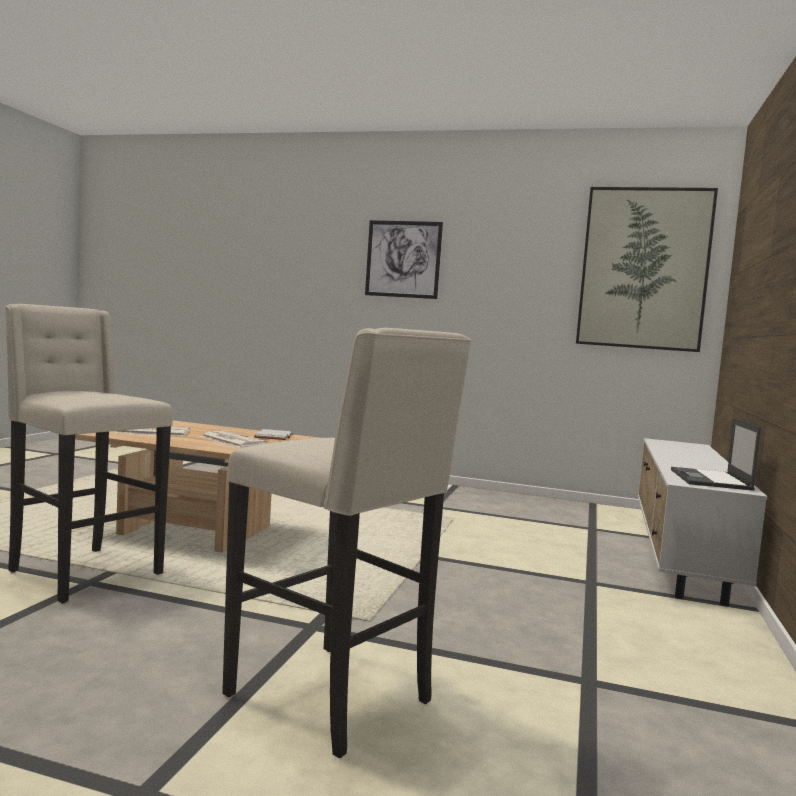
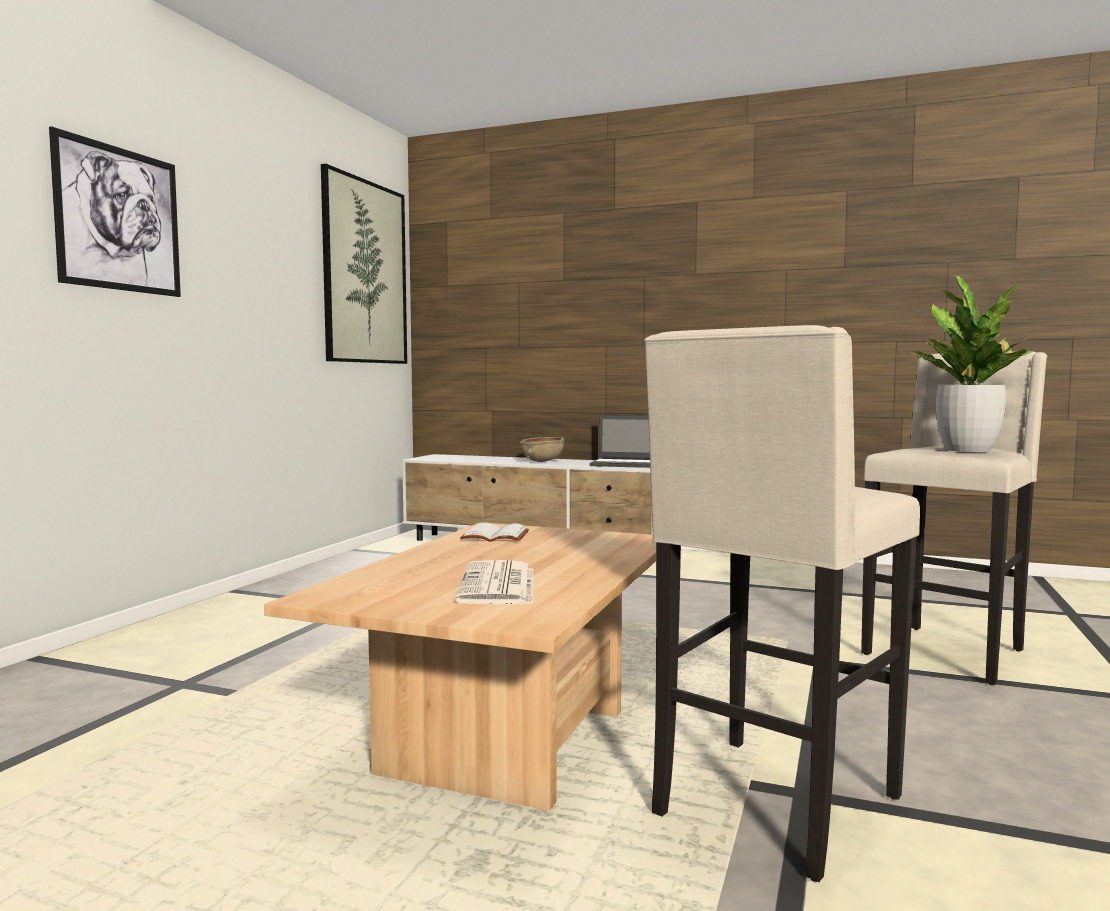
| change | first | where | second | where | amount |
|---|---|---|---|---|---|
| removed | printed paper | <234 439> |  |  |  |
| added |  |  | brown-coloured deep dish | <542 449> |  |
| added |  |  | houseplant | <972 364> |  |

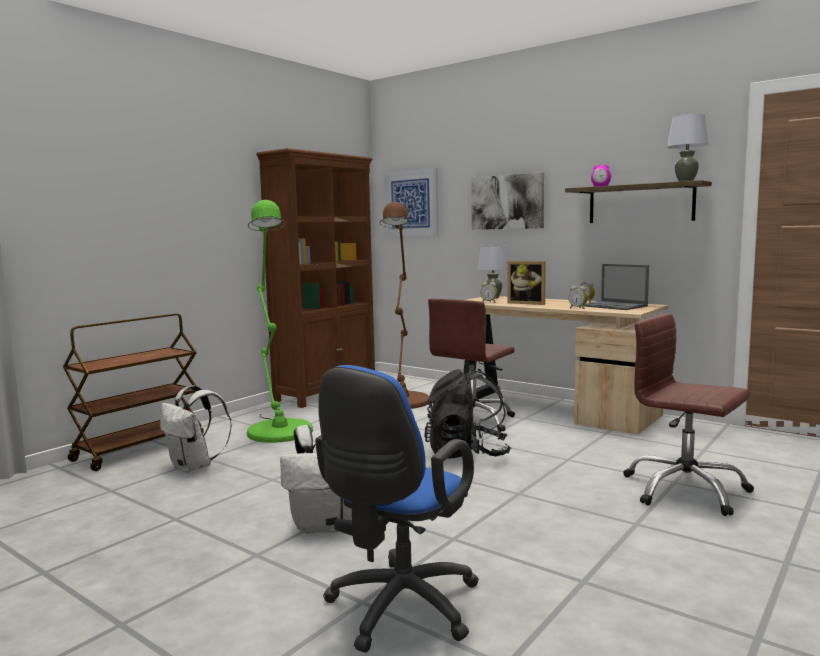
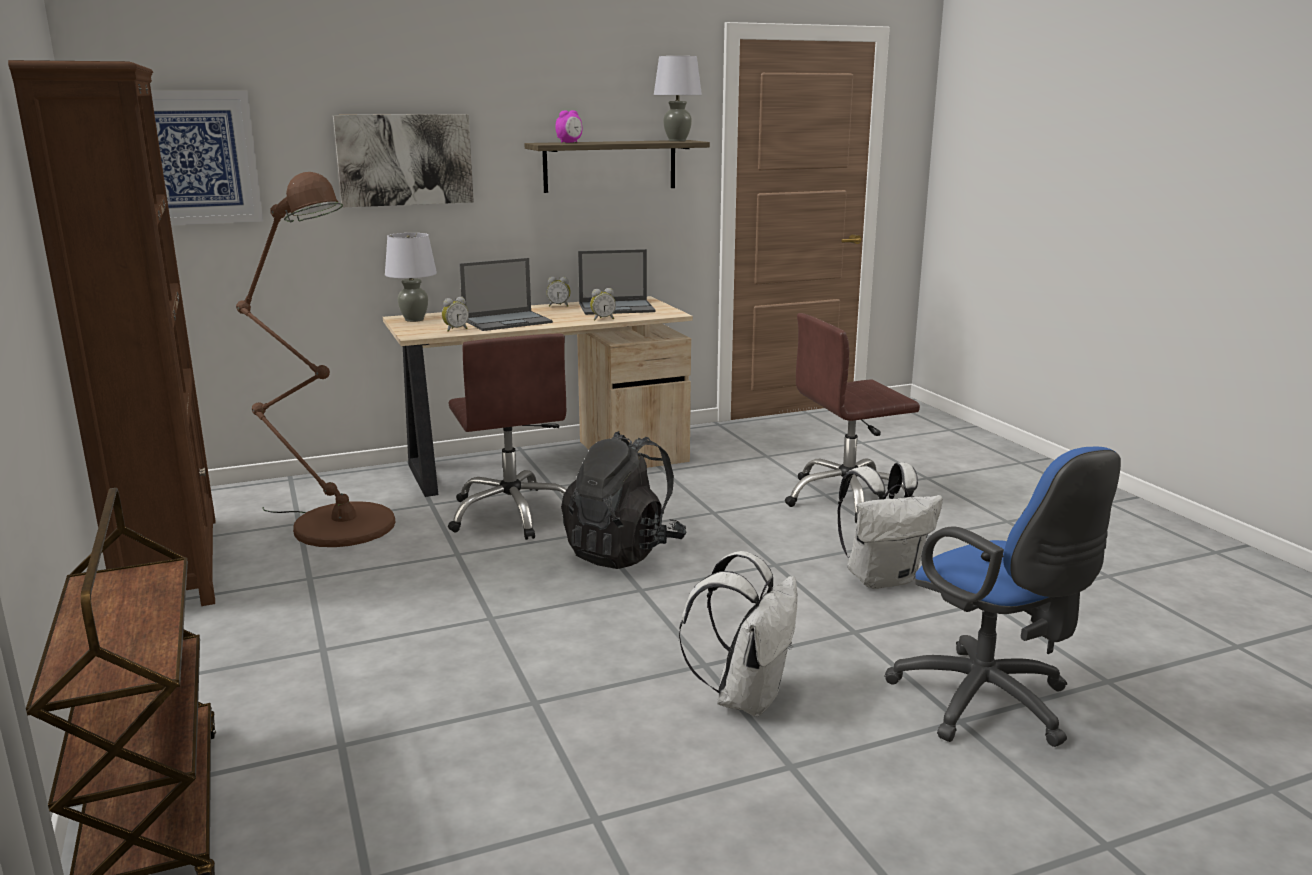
| change | first | where | second | where | amount |
|---|---|---|---|---|---|
| moved | white-coloured backpack | <196 429> |  | <890 525> |  |
| removed | green-coloured floor lamp | <280 321> |  |  |  |
| replaced | picture frame | <527 283> | notebook computer | <506 294> |  |

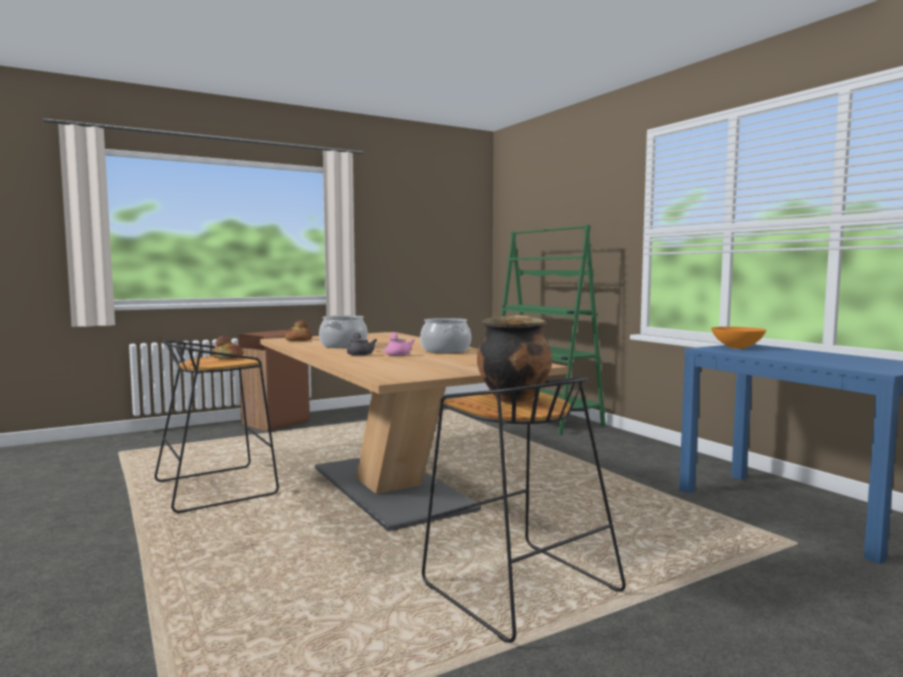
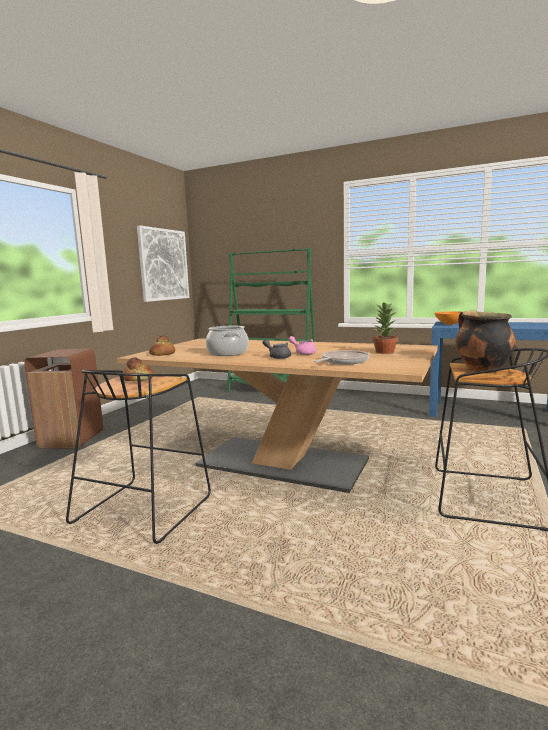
| change | first | where | second | where | amount |
|---|---|---|---|---|---|
| removed | stockpot | <445 335> |  |  |  |
| added |  |  | wall art | <163 263> |  |
| added |  |  | frying pan | <341 357> |  |
| added |  |  | houseplant | <385 328> |  |

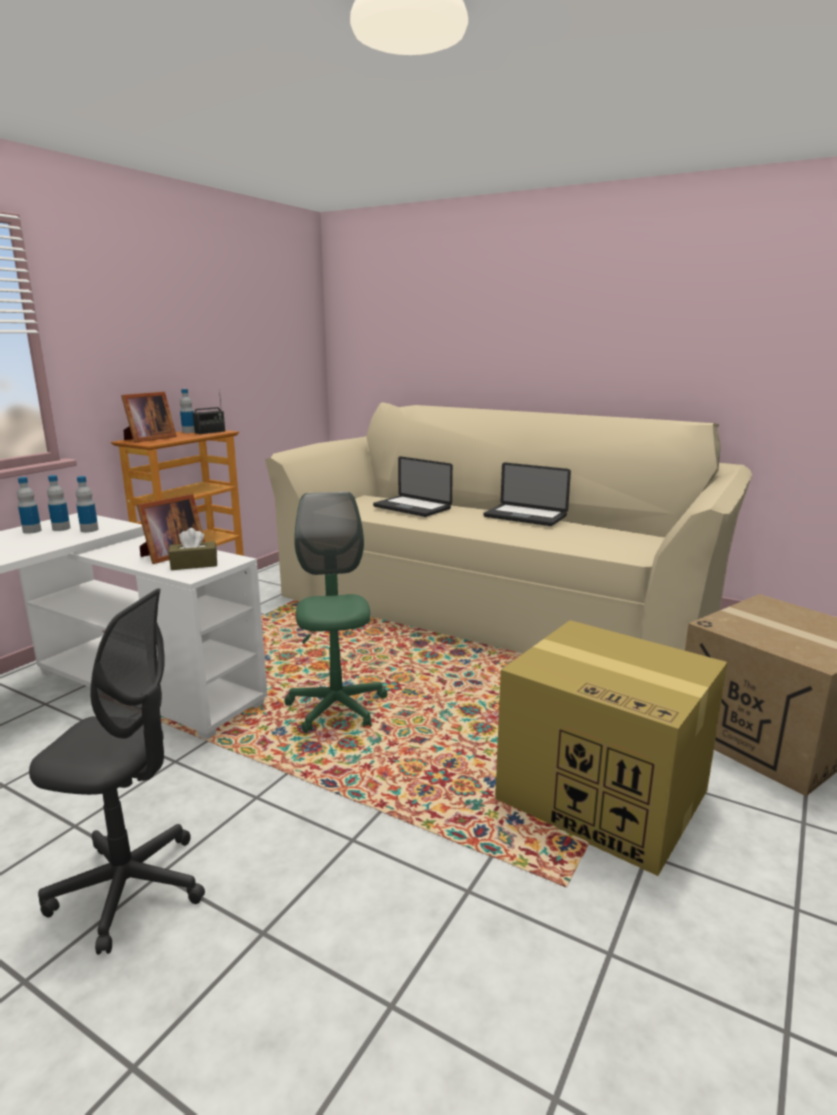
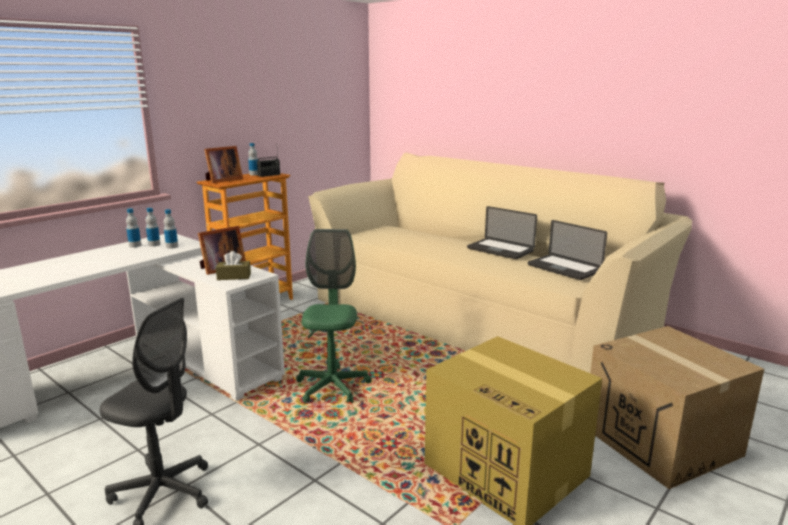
| change | first | where | second | where | amount |
|---|---|---|---|---|---|
| moved | notebook computer | <413 486> |  | <567 250> |  |

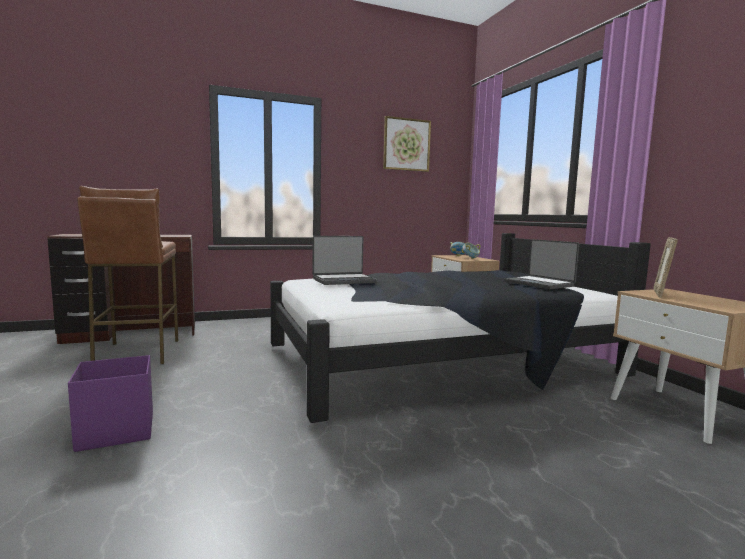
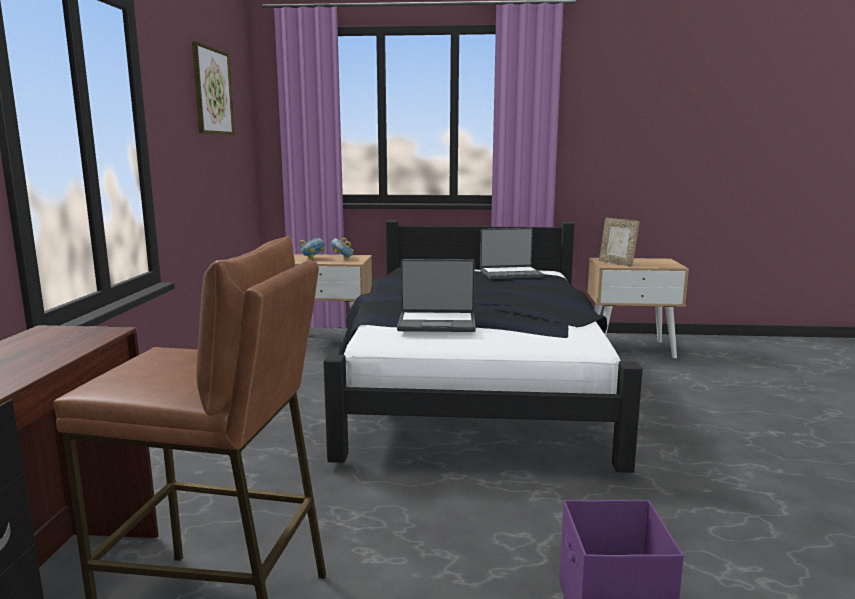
| change | first | where | second | where | amount |
|---|---|---|---|---|---|
| turned | notebook computer | <344 260> |  | <436 295> | 90 degrees clockwise |

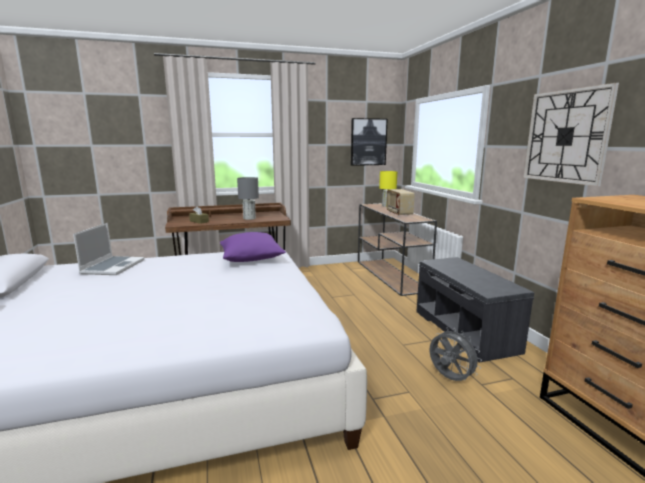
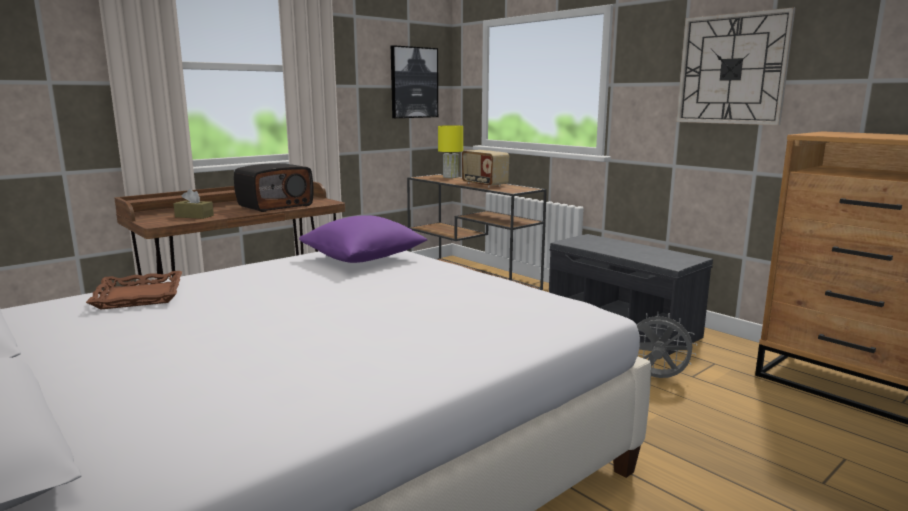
| change | first | where | second | where | amount |
|---|---|---|---|---|---|
| replaced | notebook computer | <109 249> | brown-coloured serving tray | <134 290> |  |
| replaced | grey table lamp | <248 198> | radio | <273 187> |  |

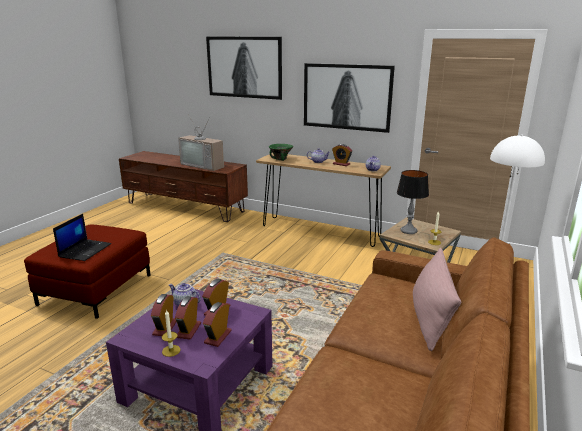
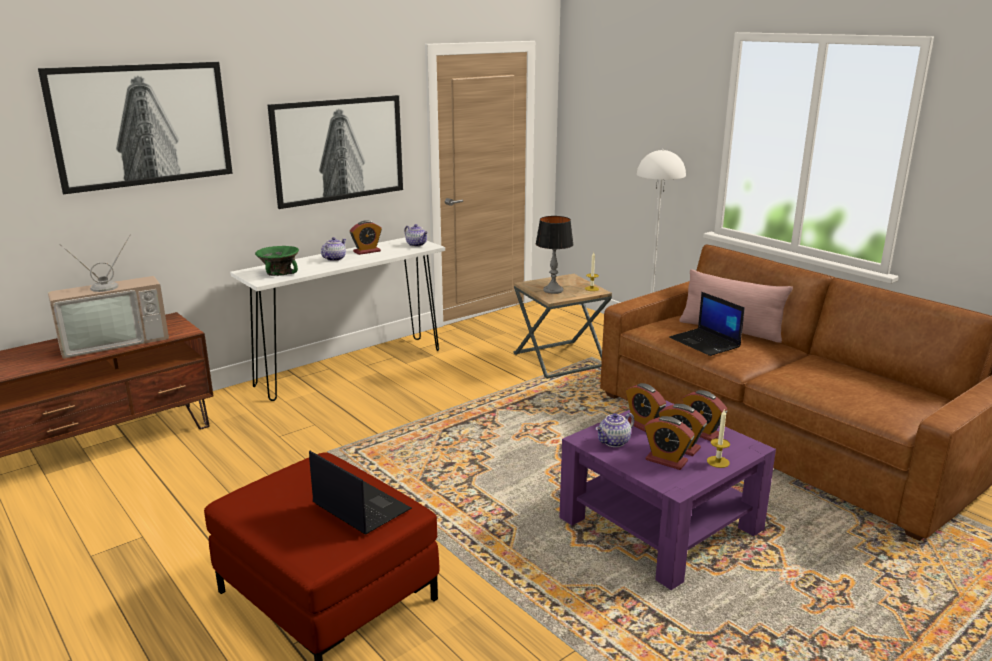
| change | first | where | second | where | amount |
|---|---|---|---|---|---|
| recoloured | brown-coloured console table | <323 200> | white-coloured console table | <337 319> |  |
| added |  |  | notebook computer | <707 324> |  |

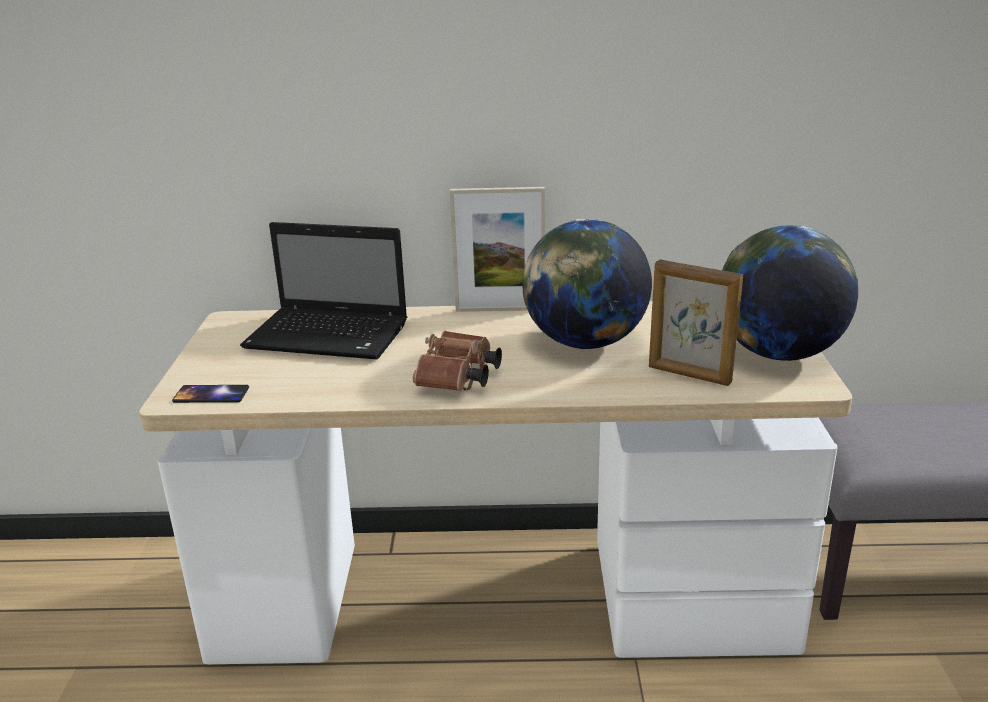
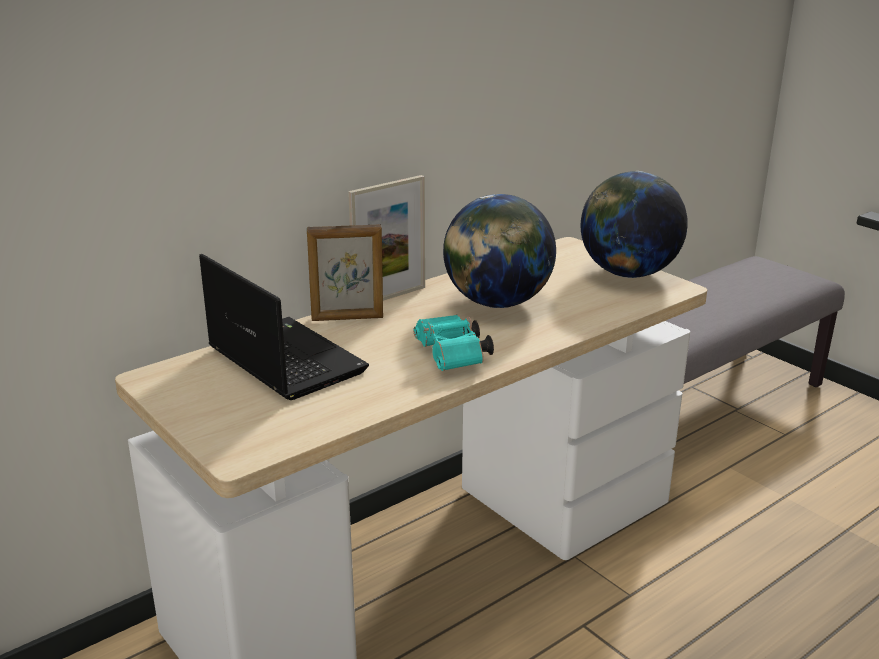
| change | first | where | second | where | amount |
|---|---|---|---|---|---|
| removed | handset | <210 394> |  |  |  |
| turned | notebook computer | <323 291> |  | <284 327> | 105 degrees counterclockwise |
| recoloured | brown-coloured pair of binoculars | <457 361> | turquoise-coloured pair of binoculars | <453 343> |  |
| moved | picture frame | <696 322> |  | <345 272> |  |

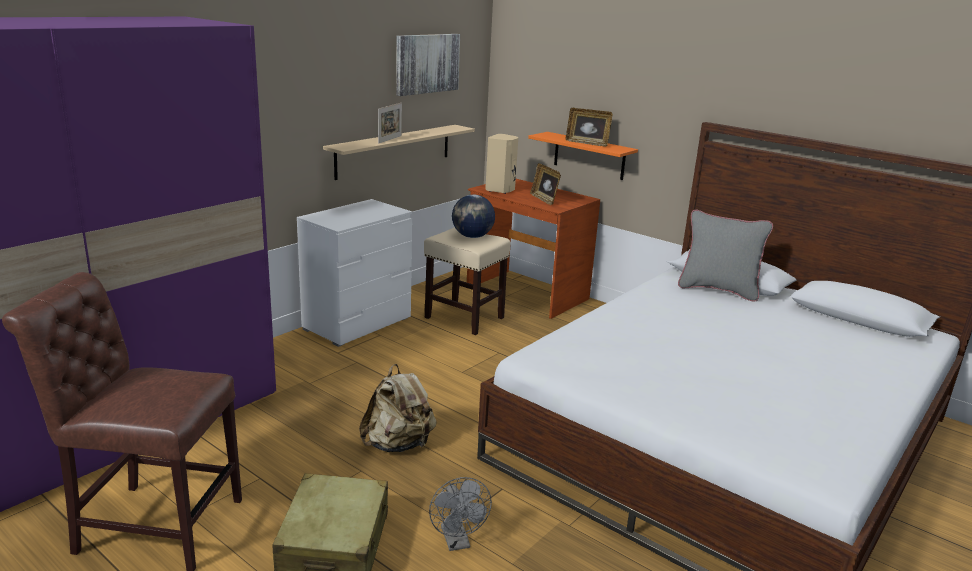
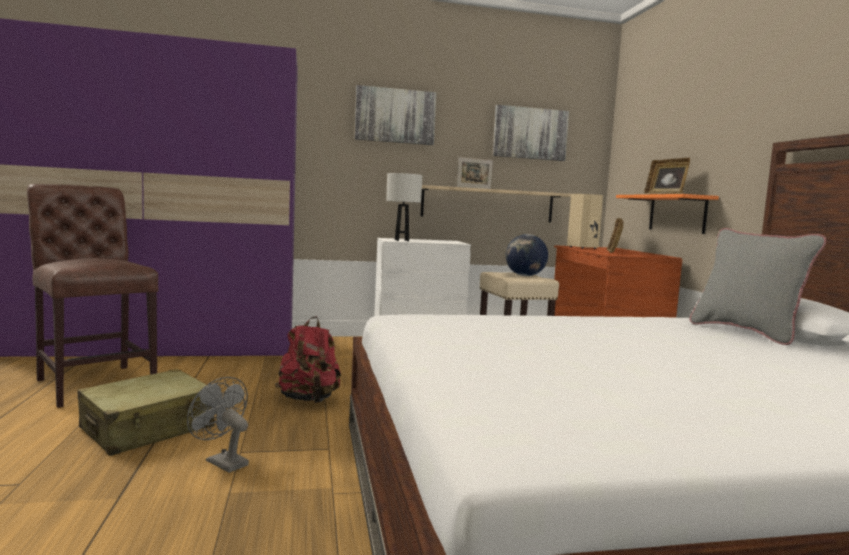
| change | first | where | second | where | amount |
|---|---|---|---|---|---|
| recoloured | sand-coloured backpack | <398 408> | reddish backpack | <308 359> |  |
| turned | grey cooling fan | <460 514> |  | <218 425> | 105 degrees clockwise |
| added |  |  | wall art | <395 115> |  |
| added |  |  | white-coloured table lamp | <404 207> |  |

